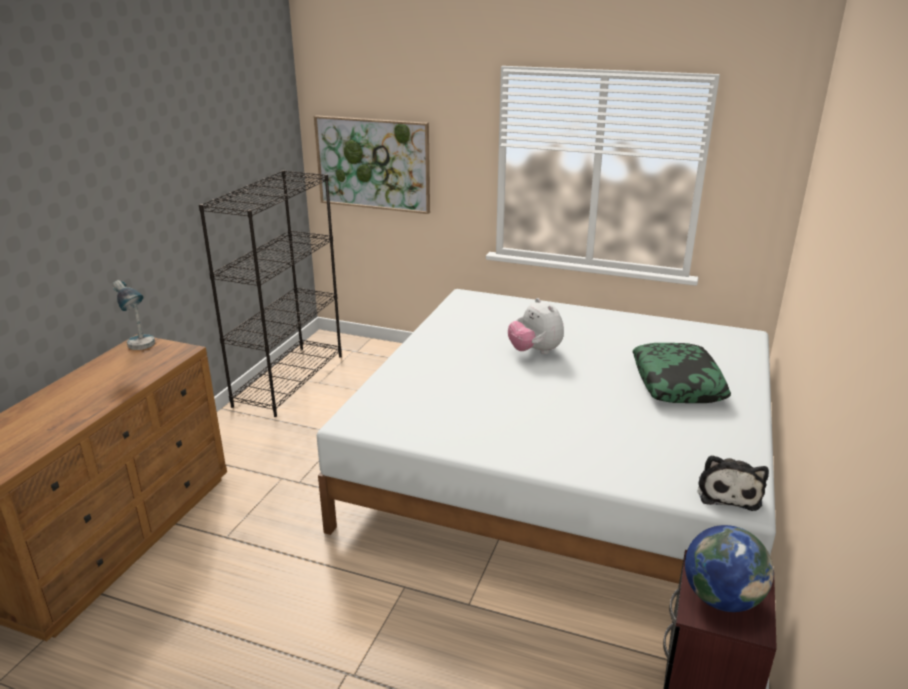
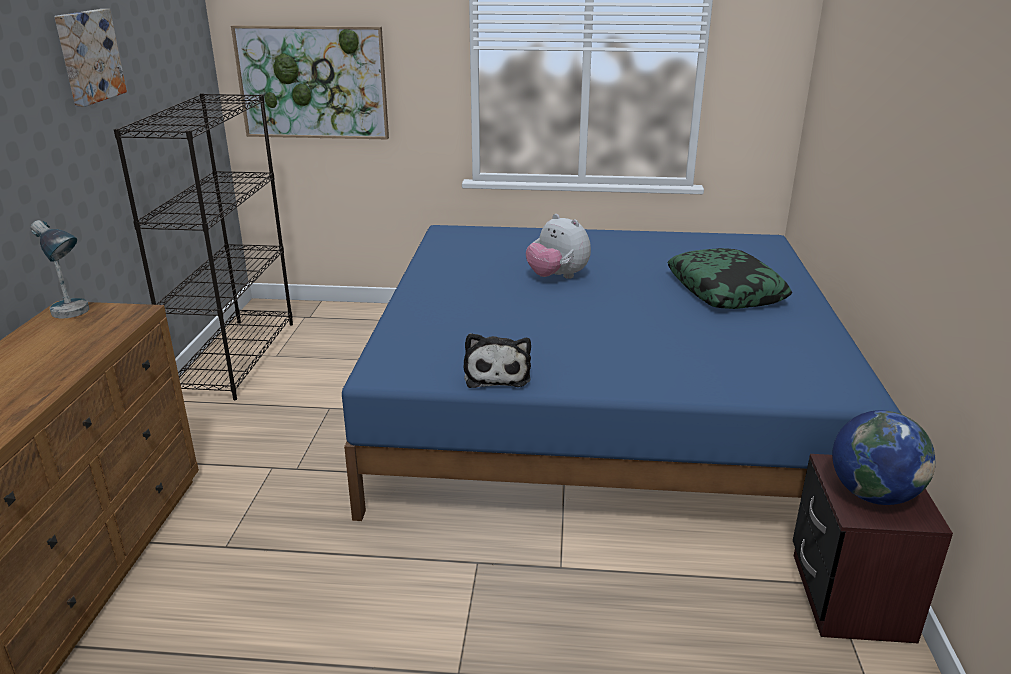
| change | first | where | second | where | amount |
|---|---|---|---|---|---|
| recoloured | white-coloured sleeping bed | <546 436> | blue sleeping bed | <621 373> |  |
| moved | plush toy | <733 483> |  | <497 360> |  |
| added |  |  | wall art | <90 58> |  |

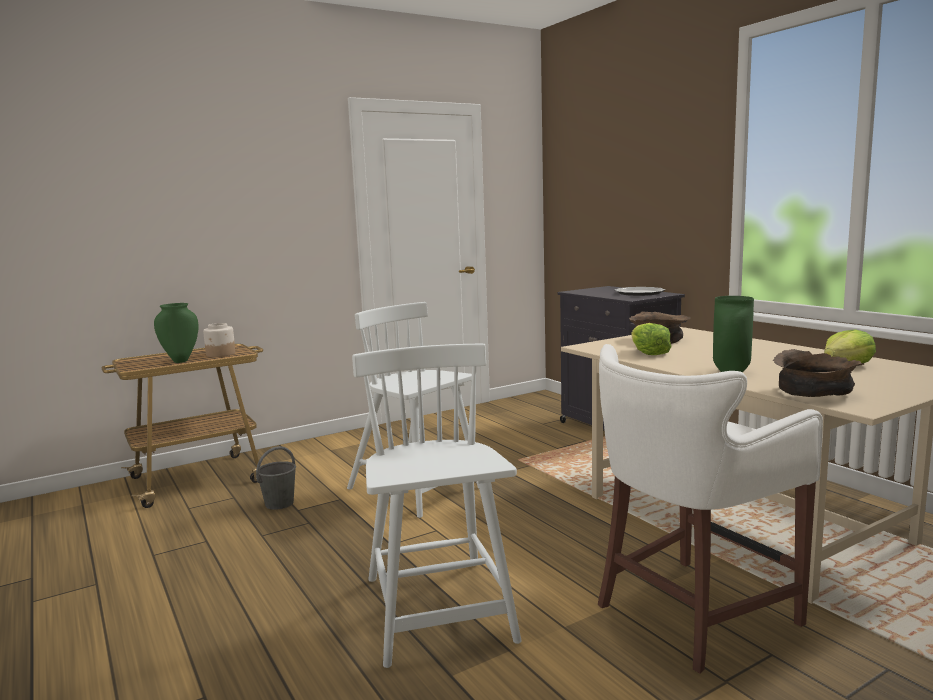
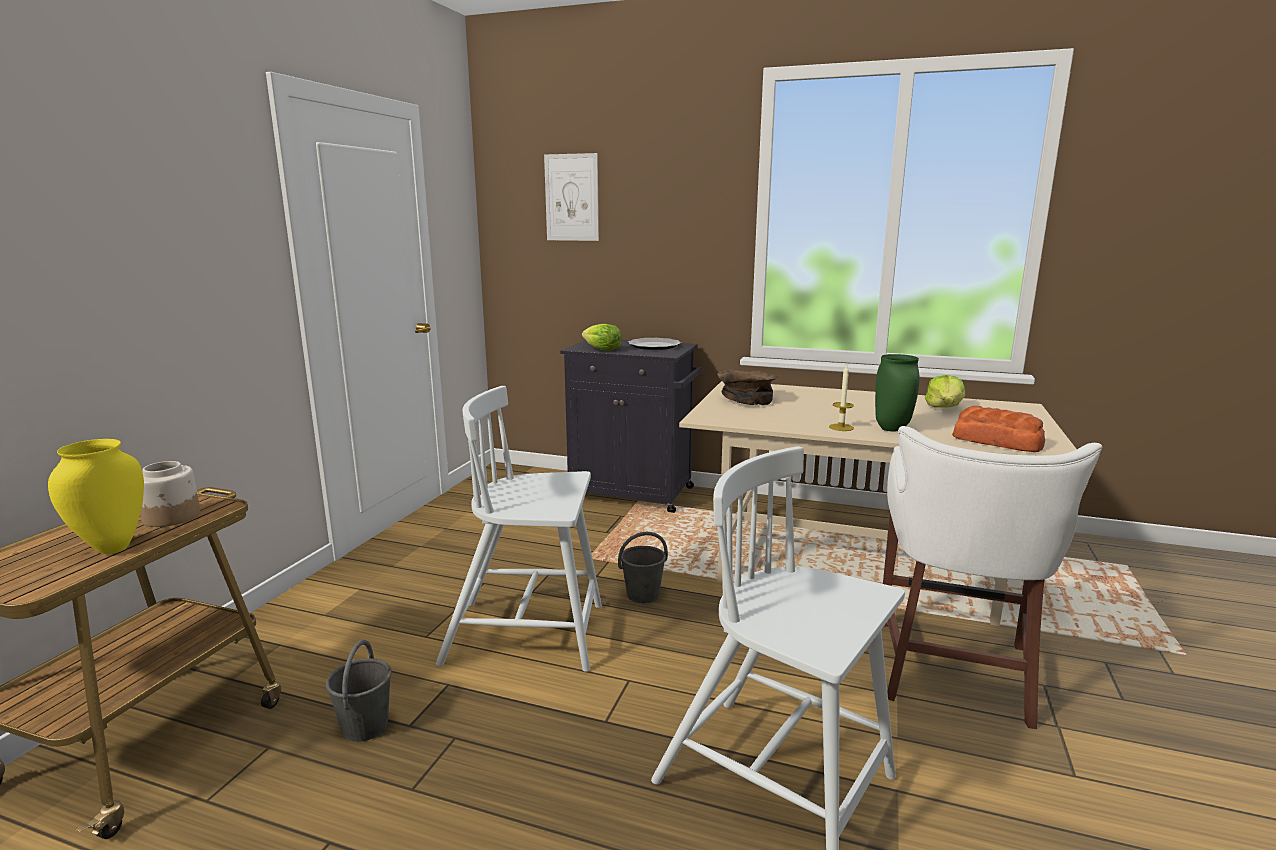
| change | first | where | second | where | amount |
|---|---|---|---|---|---|
| recoloured | green-coloured flower vase | <176 333> | yellow flower vase | <96 496> |  |
| moved | head of lettuce | <651 339> |  | <602 337> |  |
| replaced | brown-coloured deep dish | <819 373> | bakery bread | <998 429> |  |
| added |  |  | wall art | <571 197> |  |
| added |  |  | grey water bucket | <643 567> |  |
| added |  |  | wax candle | <841 397> |  |

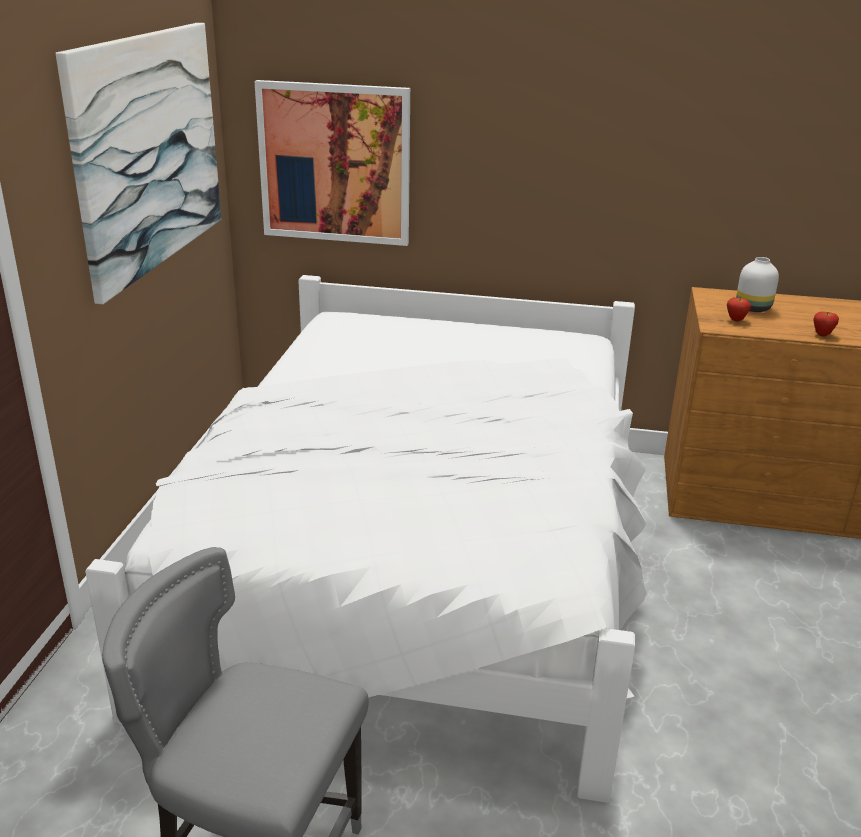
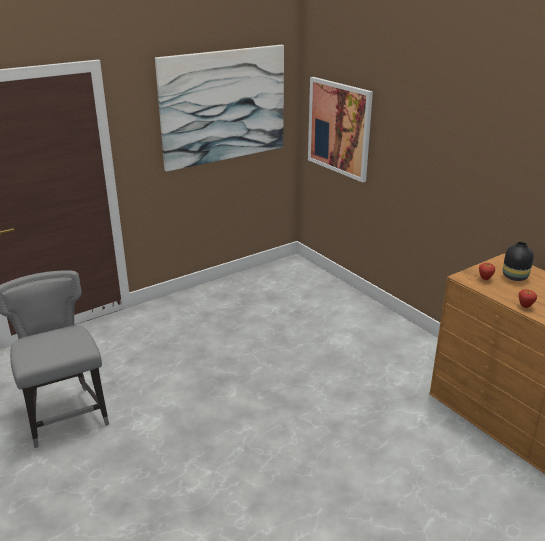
| change | first | where | second | where | amount |
|---|---|---|---|---|---|
| removed | white-coloured sleeping bed | <366 539> |  |  |  |
| recoloured | white-coloured flower vase | <757 284> | black flower vase | <518 261> |  |

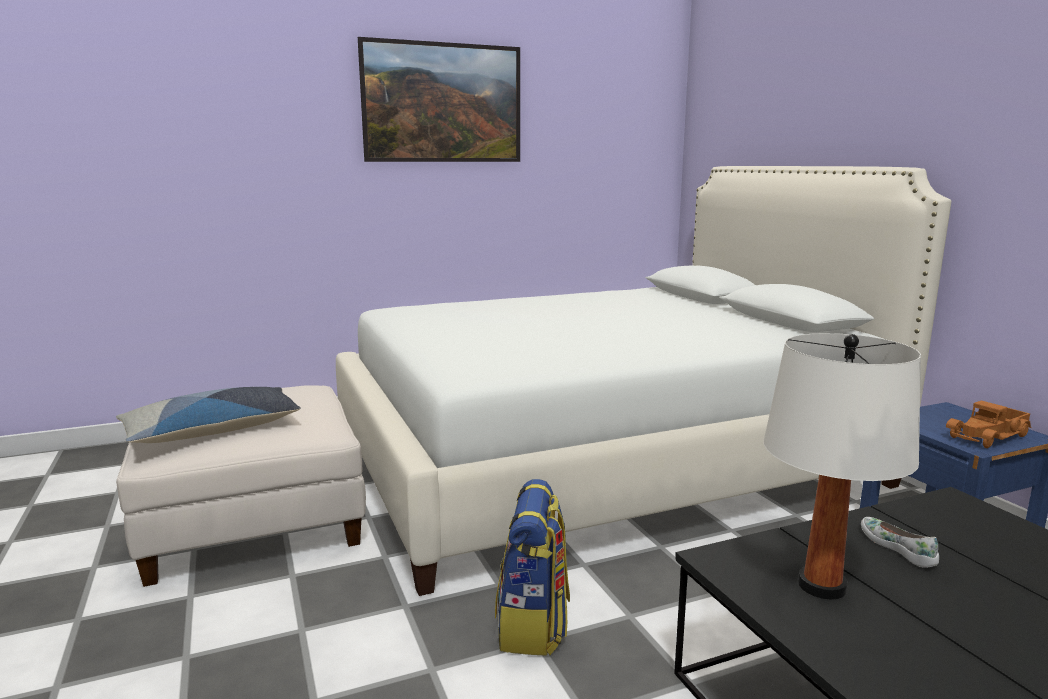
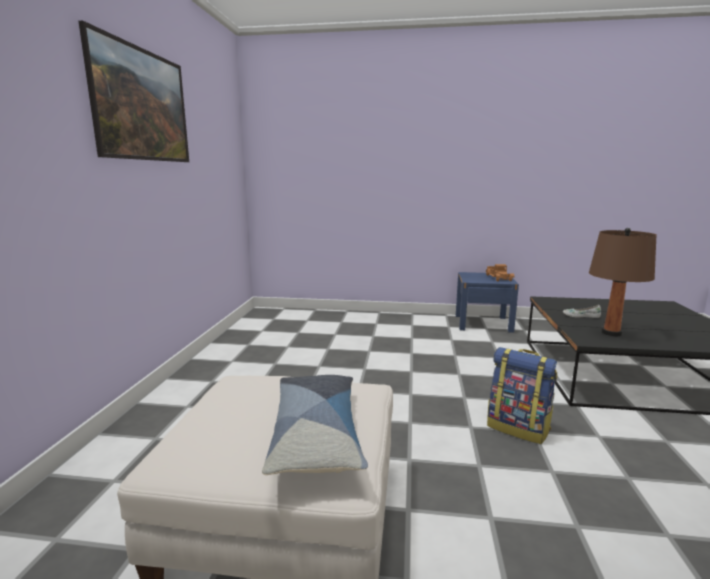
| change | first | where | second | where | amount |
|---|---|---|---|---|---|
| removed | white-coloured sleeping bed | <643 381> |  |  |  |
| recoloured | white-coloured table lamp | <842 466> | brown-coloured table lamp | <622 282> |  |

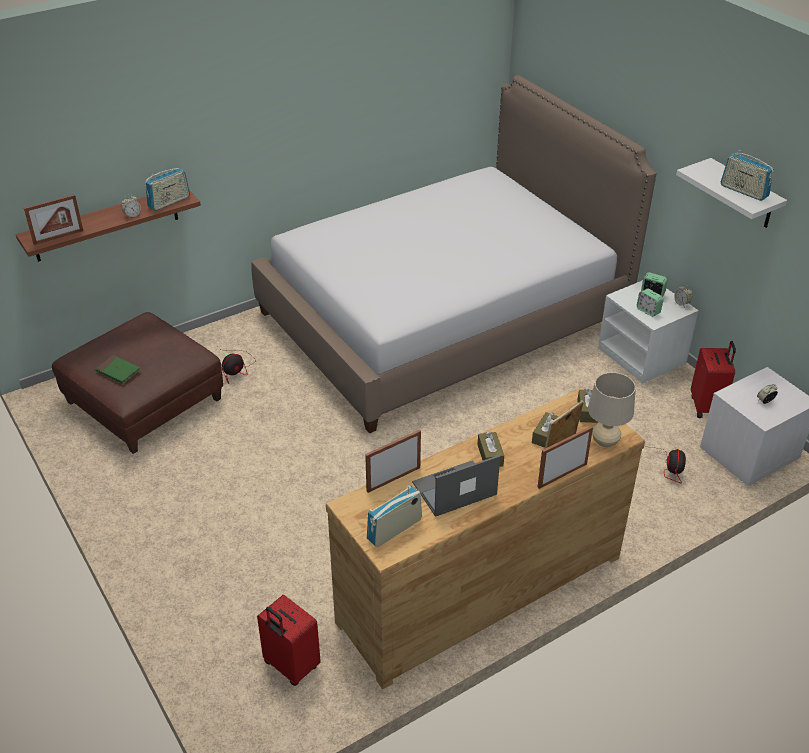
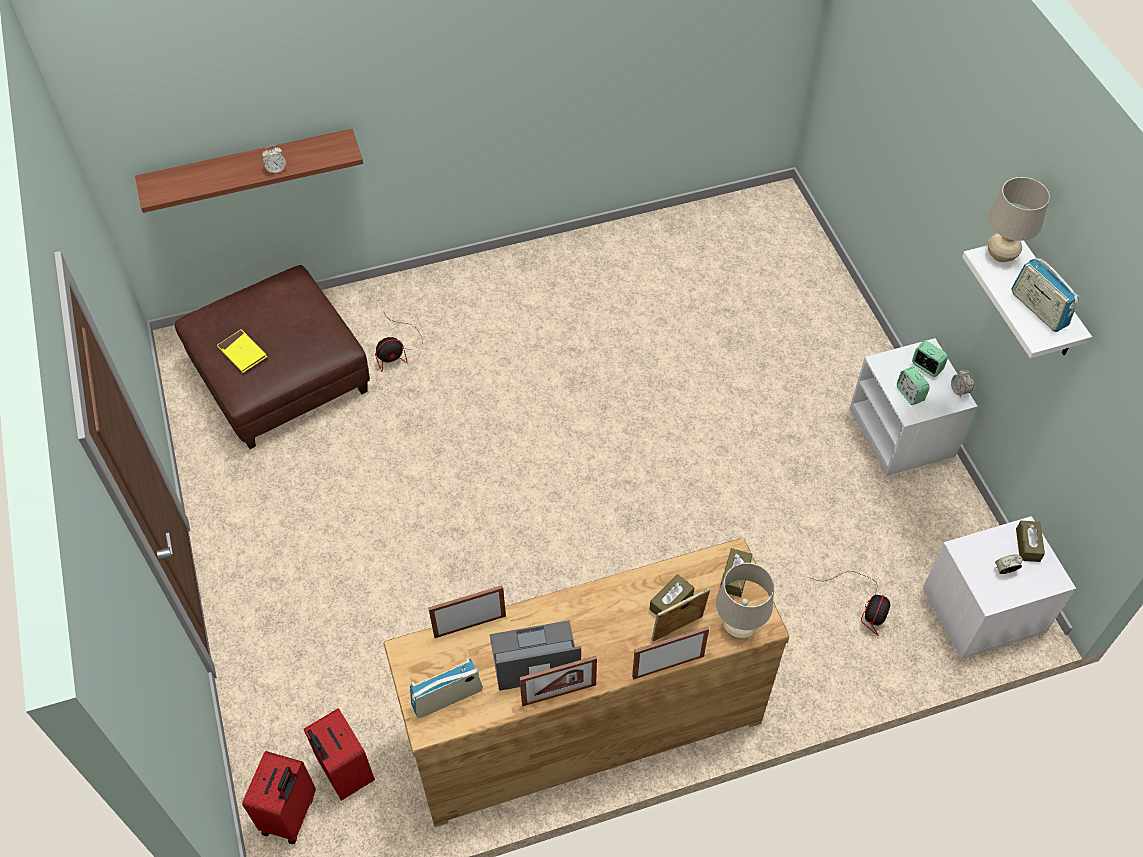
| change | first | where | second | where | amount |
|---|---|---|---|---|---|
| moved | picture frame | <53 219> |  | <558 681> |  |
| recoloured | green-coloured volume | <118 369> | yellow volume | <242 351> |  |
| removed | radio | <167 189> |  |  |  |
| removed | sleeping bed | <453 254> |  |  |  |
| moved | brown-coloured box of tissues | <490 449> |  | <1030 541> |  |
| moved | reddish travel case | <713 379> |  | <279 797> |  |
| added |  |  | sand-coloured table lamp | <1019 219> |  |

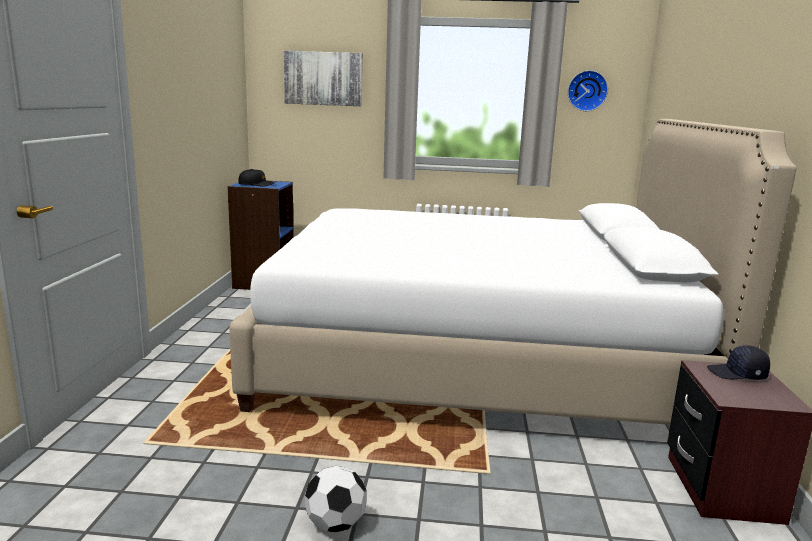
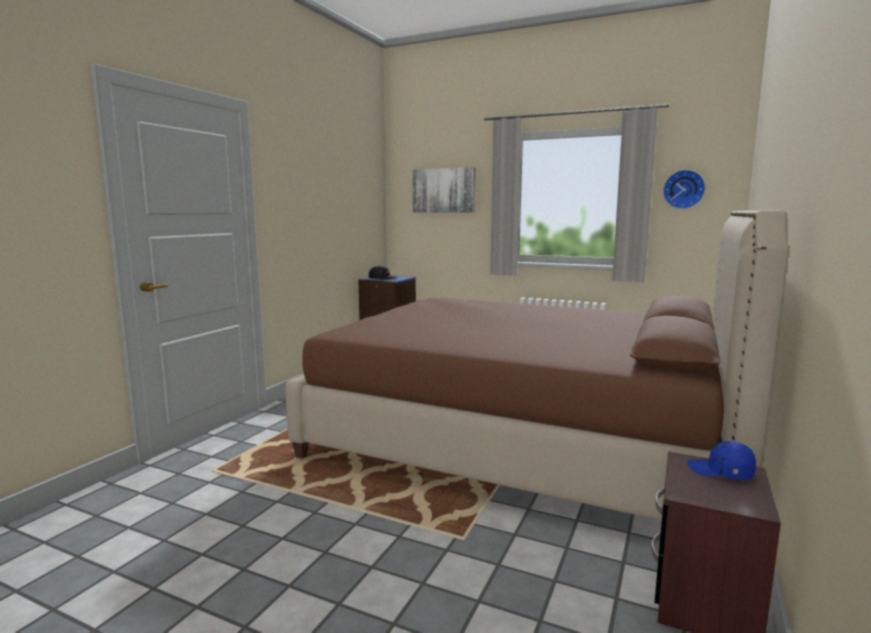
| change | first | where | second | where | amount |
|---|---|---|---|---|---|
| recoloured | white-coloured sleeping bed | <513 272> | brown-coloured sleeping bed | <537 365> |  |
| removed | football | <336 499> |  |  |  |
| recoloured | black cap | <738 362> | blue cap | <721 460> |  |

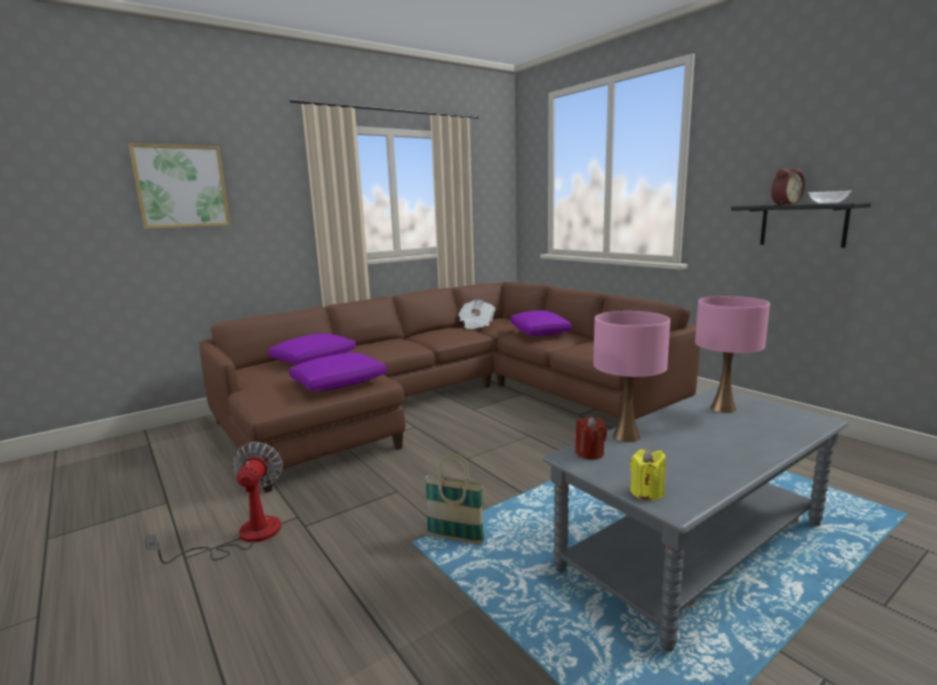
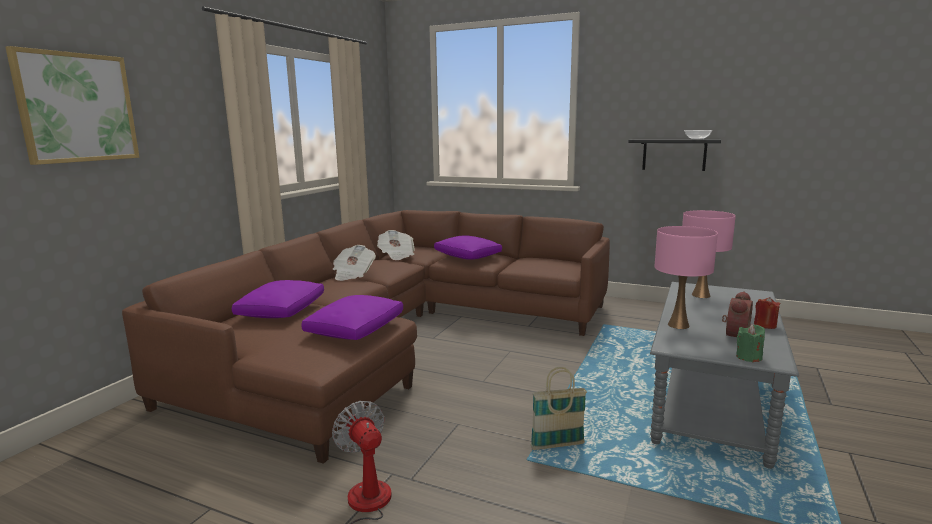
| change | first | where | second | where | amount |
|---|---|---|---|---|---|
| moved | reddish wax candle | <591 437> |  | <767 313> |  |
| recoloured | yellow wax candle | <648 474> | green-coloured wax candle | <750 343> |  |
| moved | bedside clock | <788 186> |  | <737 314> |  |
| added |  |  | printed paper | <354 263> |  |

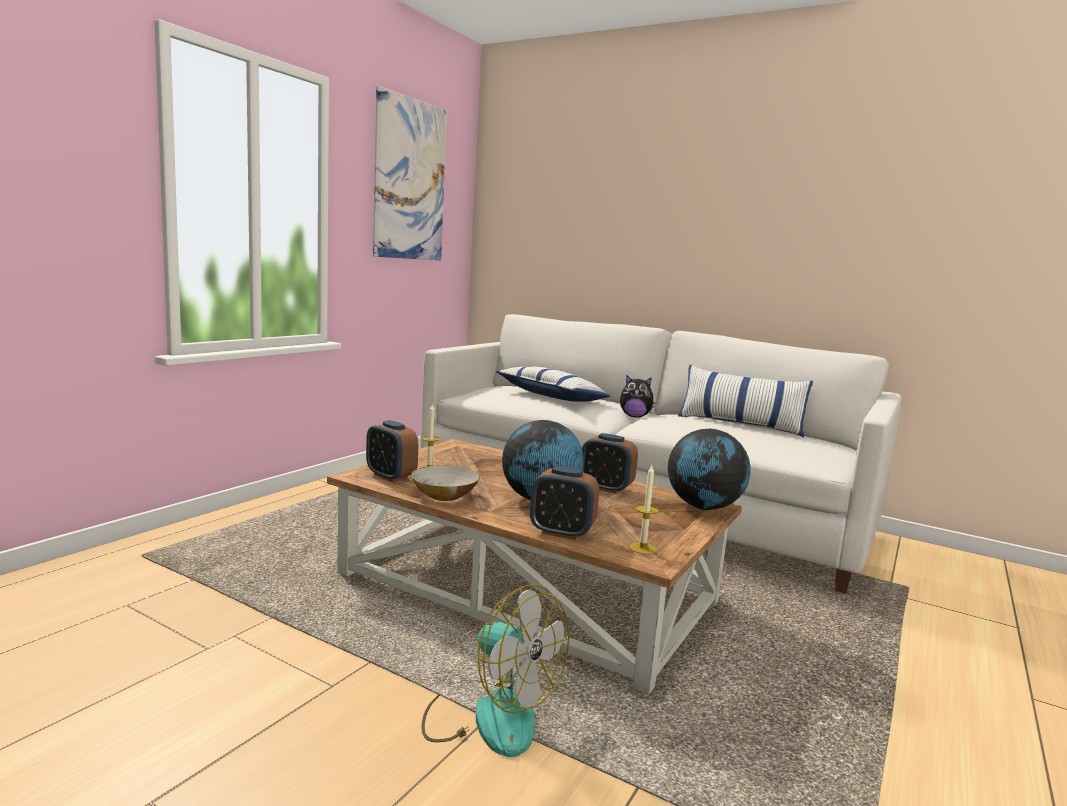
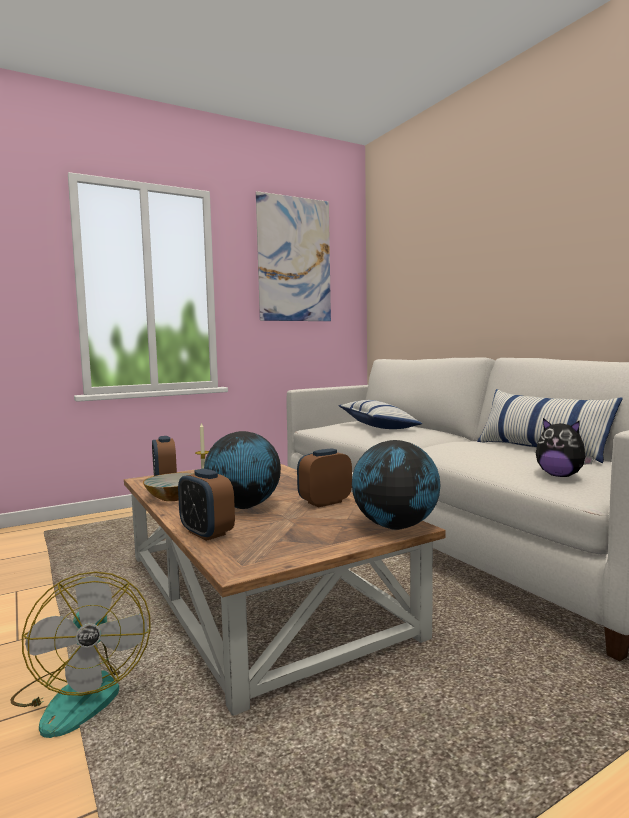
| change | first | where | second | where | amount |
|---|---|---|---|---|---|
| turned | bedside clock | <610 463> |  | <324 477> | 90 degrees clockwise |
| moved | plush toy | <638 396> |  | <564 447> |  |
| removed | wax candle | <644 509> |  |  |  |

